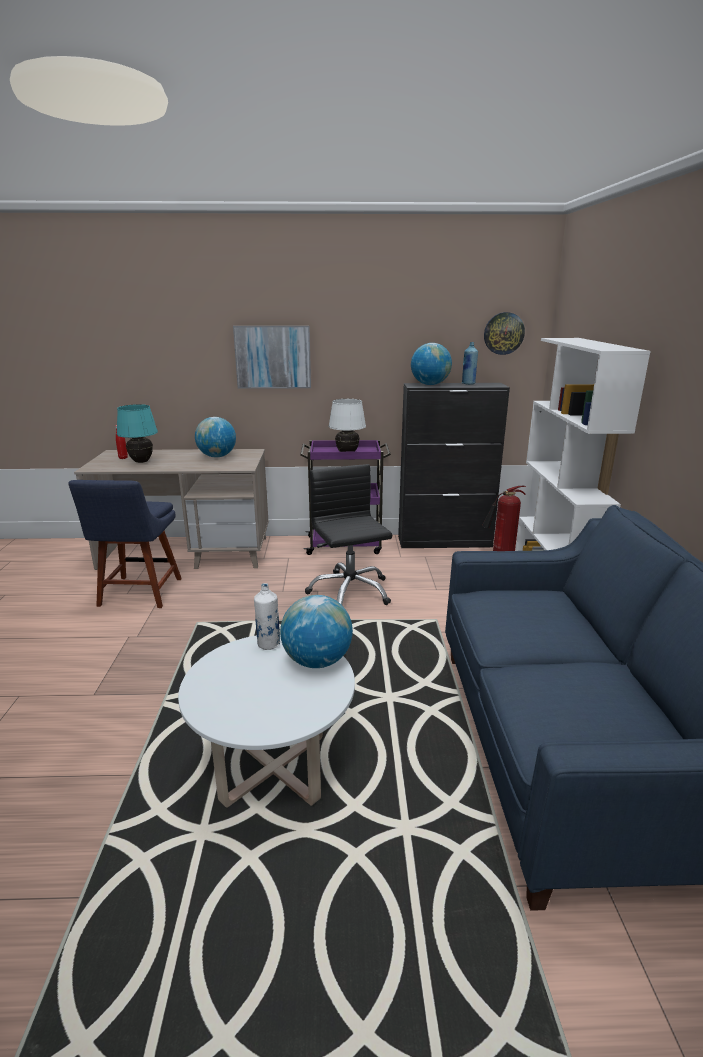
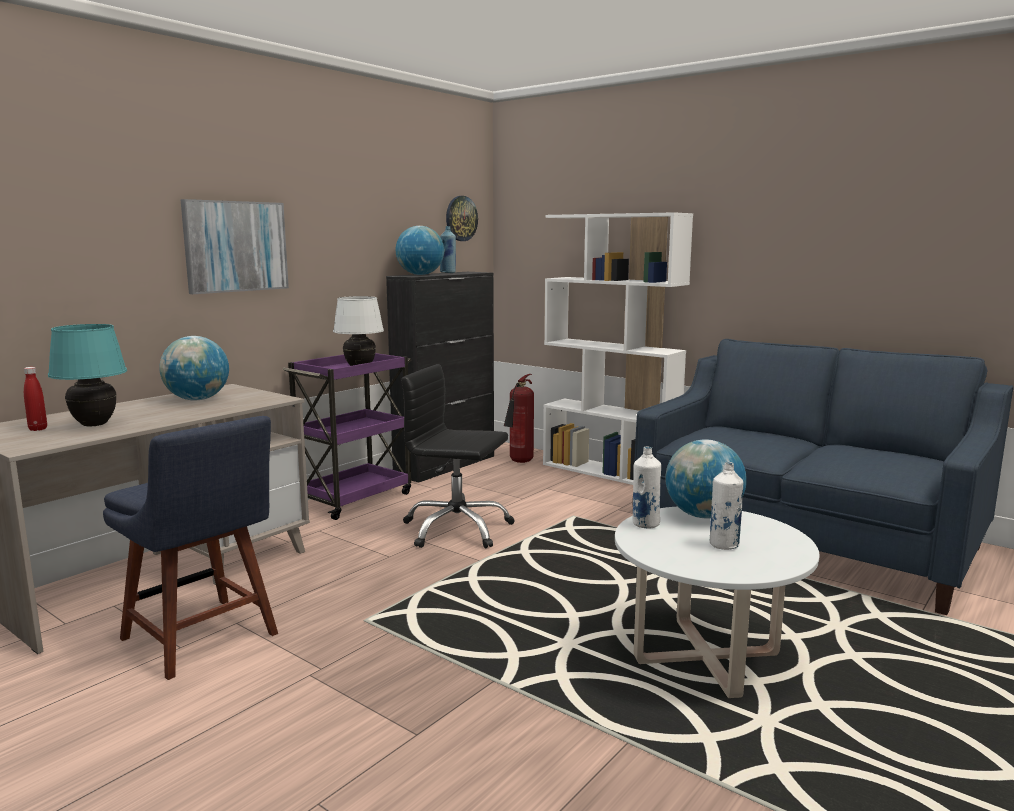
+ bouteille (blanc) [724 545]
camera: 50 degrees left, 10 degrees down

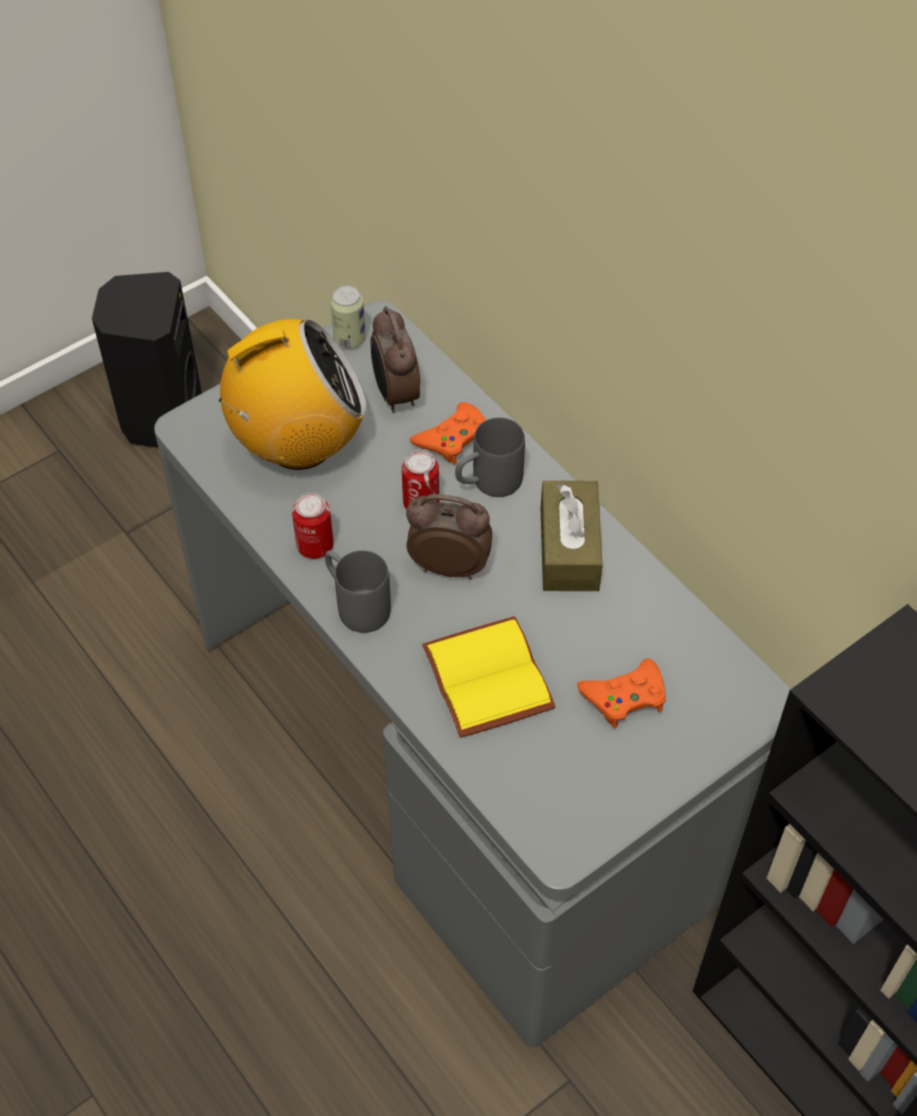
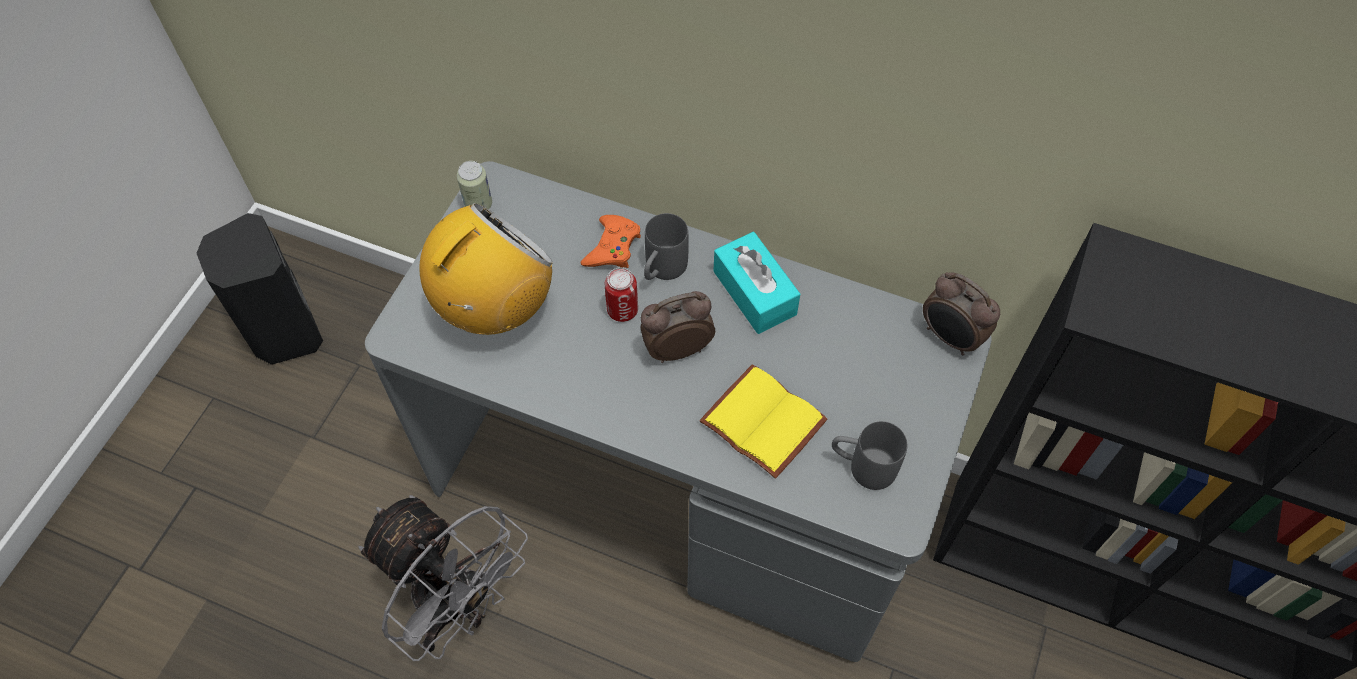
- boîte métallique [315 546]
- manette (orange) [625 697]
+ ventilateur (gris) [457 606]
~ mug (gris) [355 604] to [862 466]
~ réveil [395 394] to [950 338]
~ boîte à mouchoirs (marron) [569 549] to boîte à mouchoirs (turquoise) [754 292]
camera: 30 degrees left, 5 degrees up

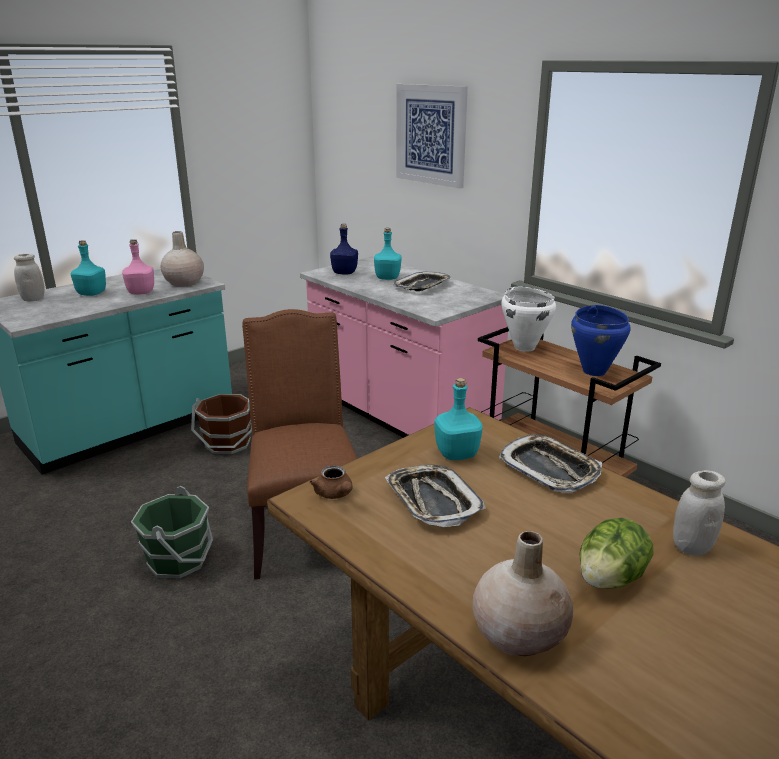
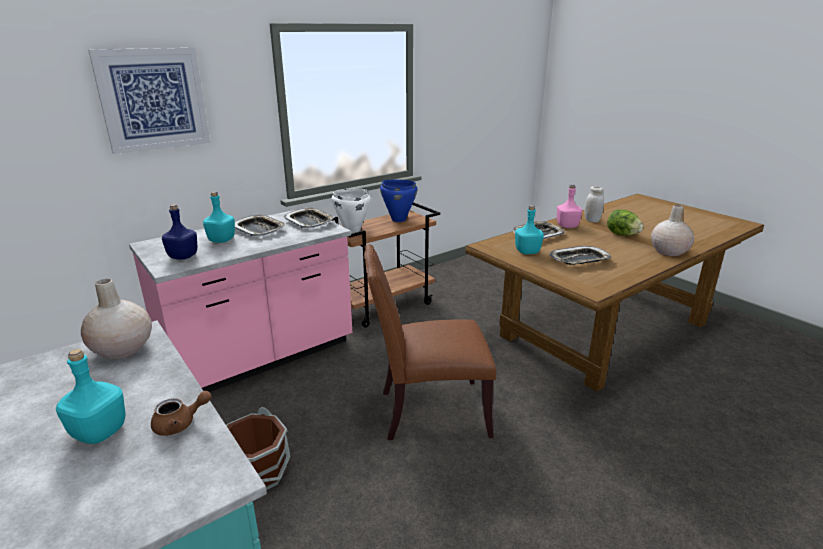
- bocal (blanc) [33 299]
- seau (vert) [179 559]
+ plateau [309 222]
~ bouteille (rose) [142 292] to [567 226]
~ théière (marron) [335 494] to [180 424]
camera: 85 degrees left, 0 degrees up

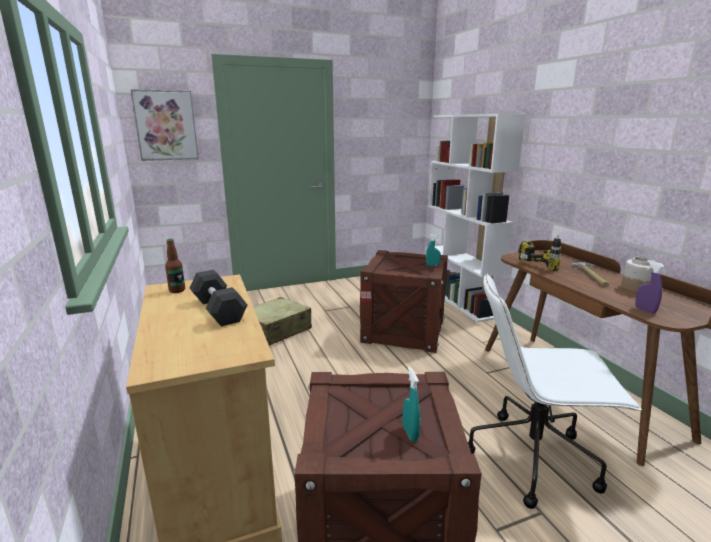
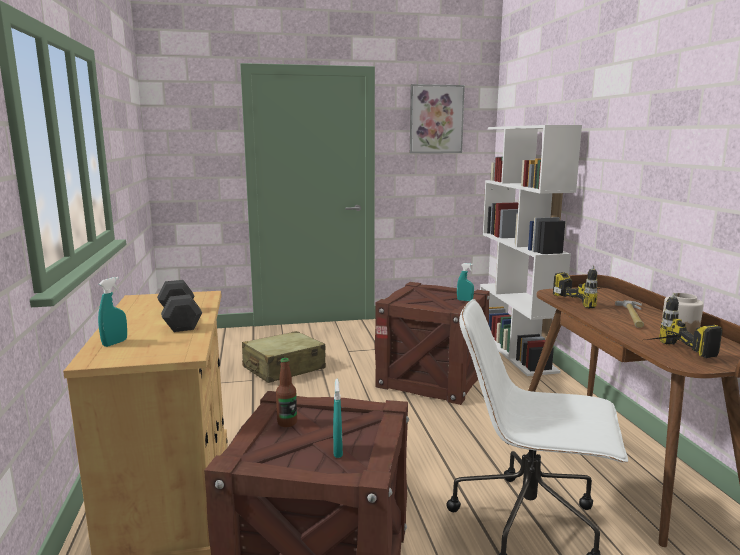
+ vaporisateur (turquoise) [115 343]
~ tableau [166 125] to [436 119]
~ bouteille [177 290] to [287 423]
~ vaporisateur (violet) [645 310] to perceuse [667 353]
camera: 10 degrees right, 5 degrees down

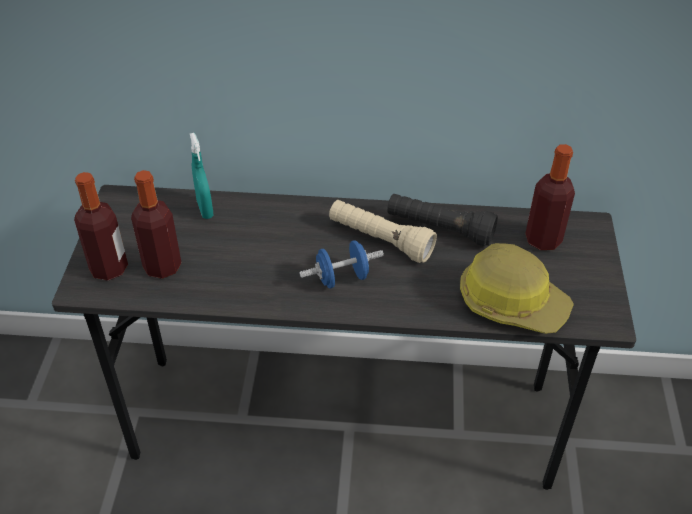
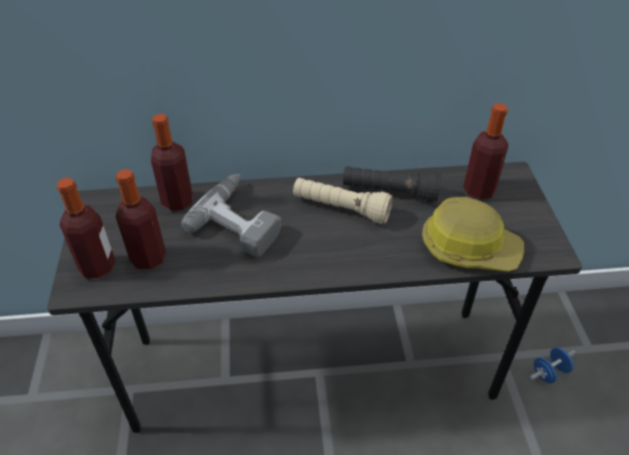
+ perceuse [242 220]
~ haltère (bleu) [342 278] to [549 372]
~ vaporisateur (turquoise) [205 209] to bouteille [177 201]
camera: 10 degrees left, 0 degrees up

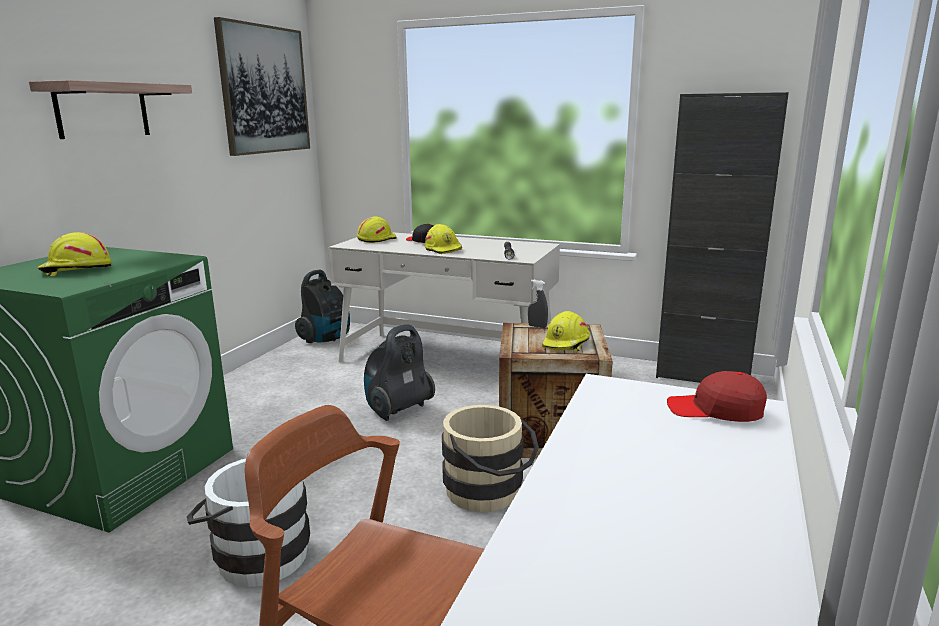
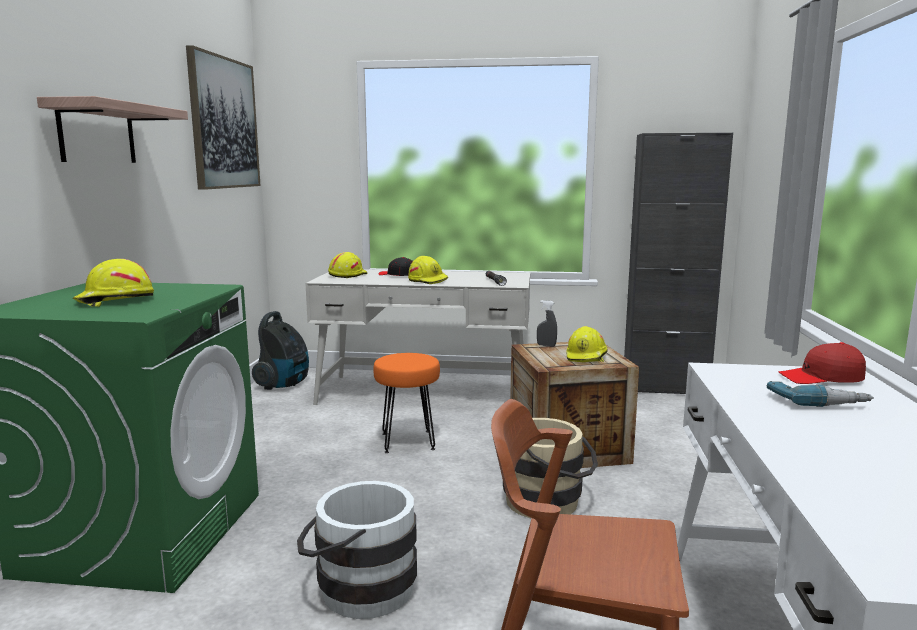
+ perceuse [816 401]
~ aspirateur [397 409] to tabouret (orange) [407 441]
camera: 15 degrees left, 5 degrees down

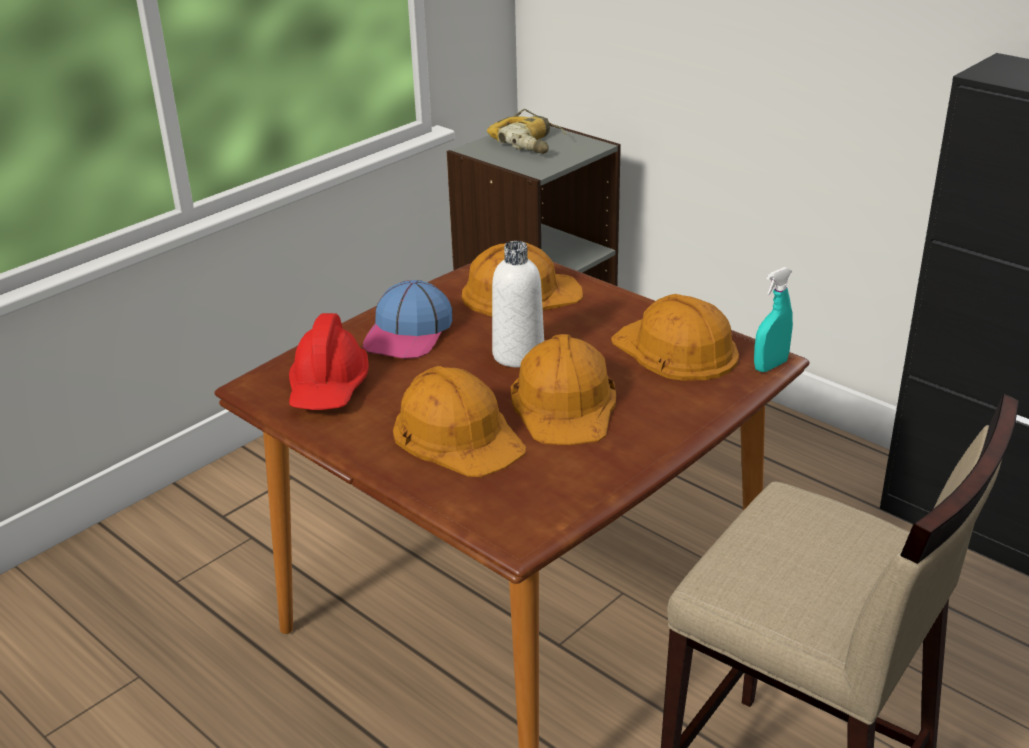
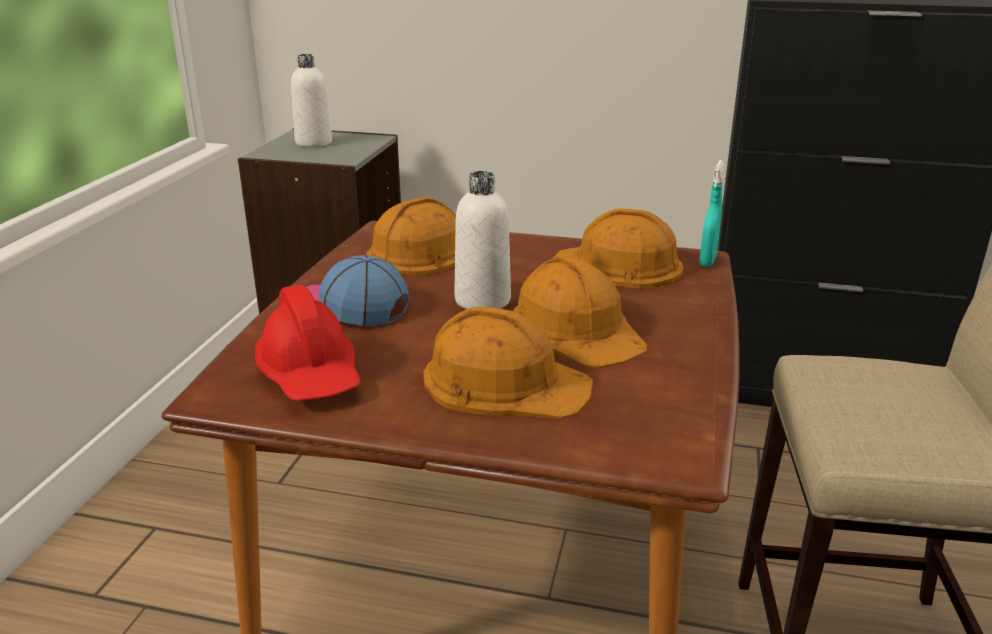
~ perceuse [530 142] to bouteille (blanc) [314 142]
~ casquette [408 334] = [349 307] 120 degrees clockwise
camera: 30 degrees left, 5 degrees down

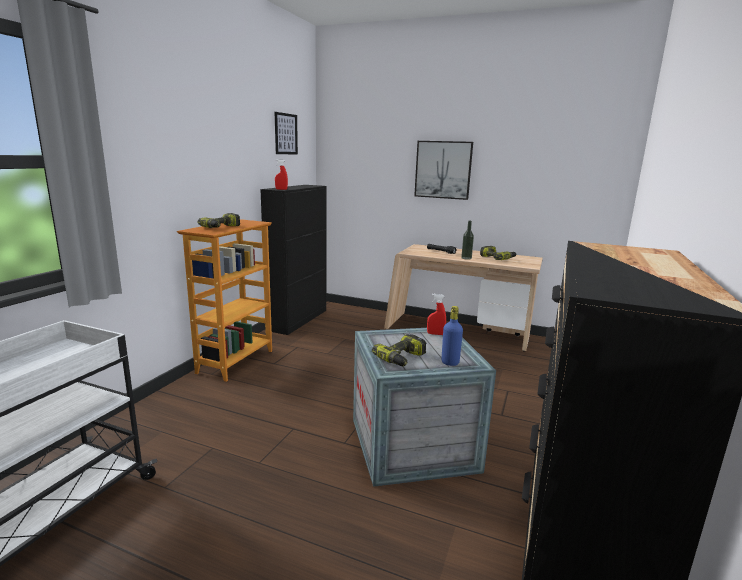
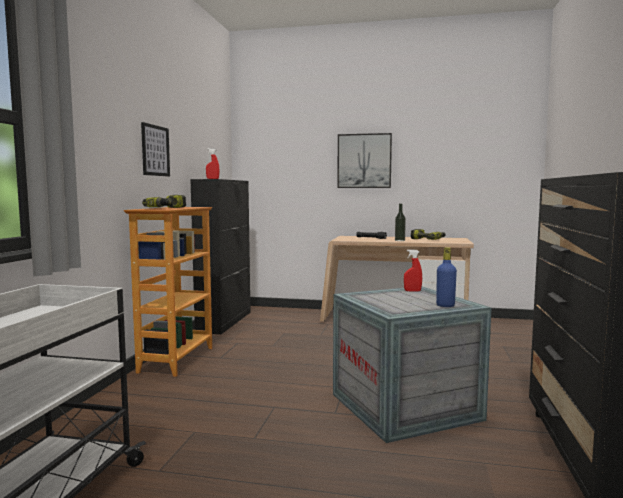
- perceuse [402 359]
~ tableau [286 134] to [155 150]
camera: 10 degrees left, 10 degrees down

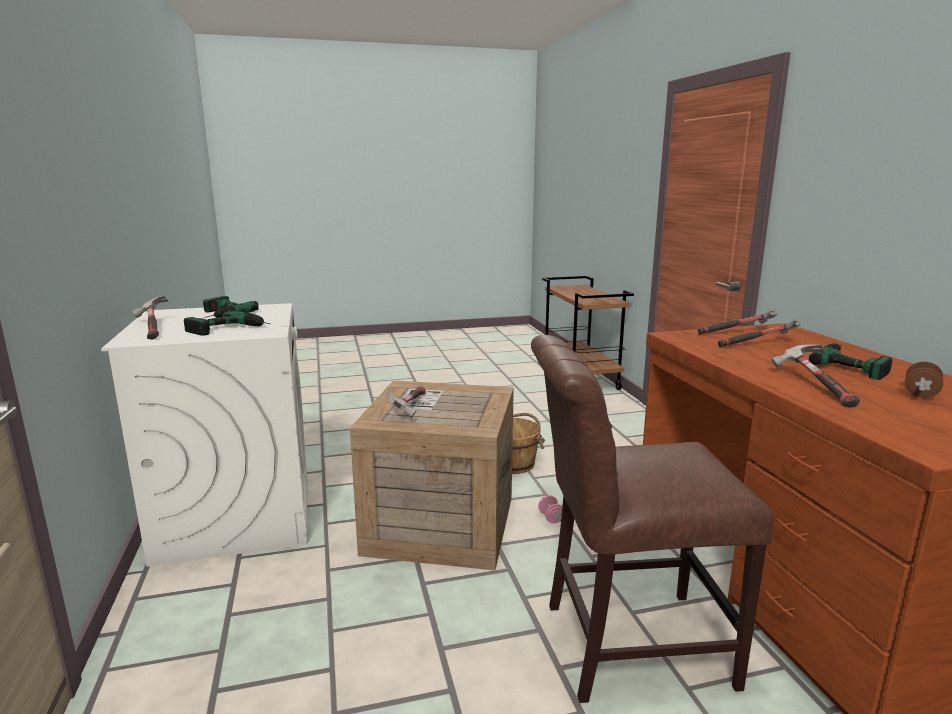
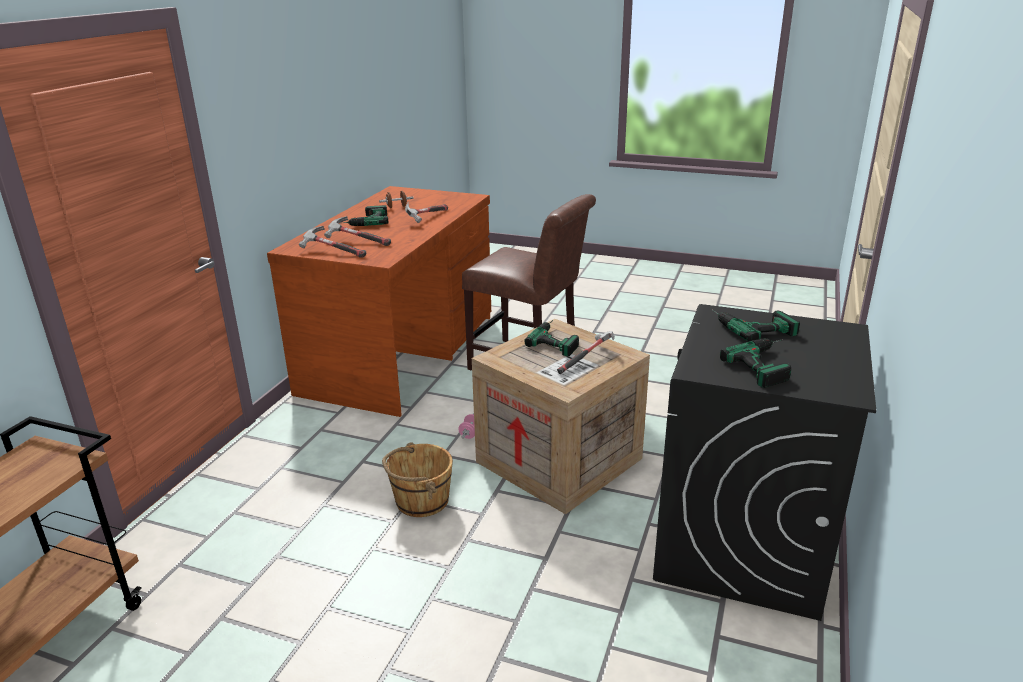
- marteau [153 328]
+ perceuse [557 340]
~ lave-linge (blanc) [237 513] to lave-linge (noir) [742 545]
camera: 145 degrees left, 10 degrees up

